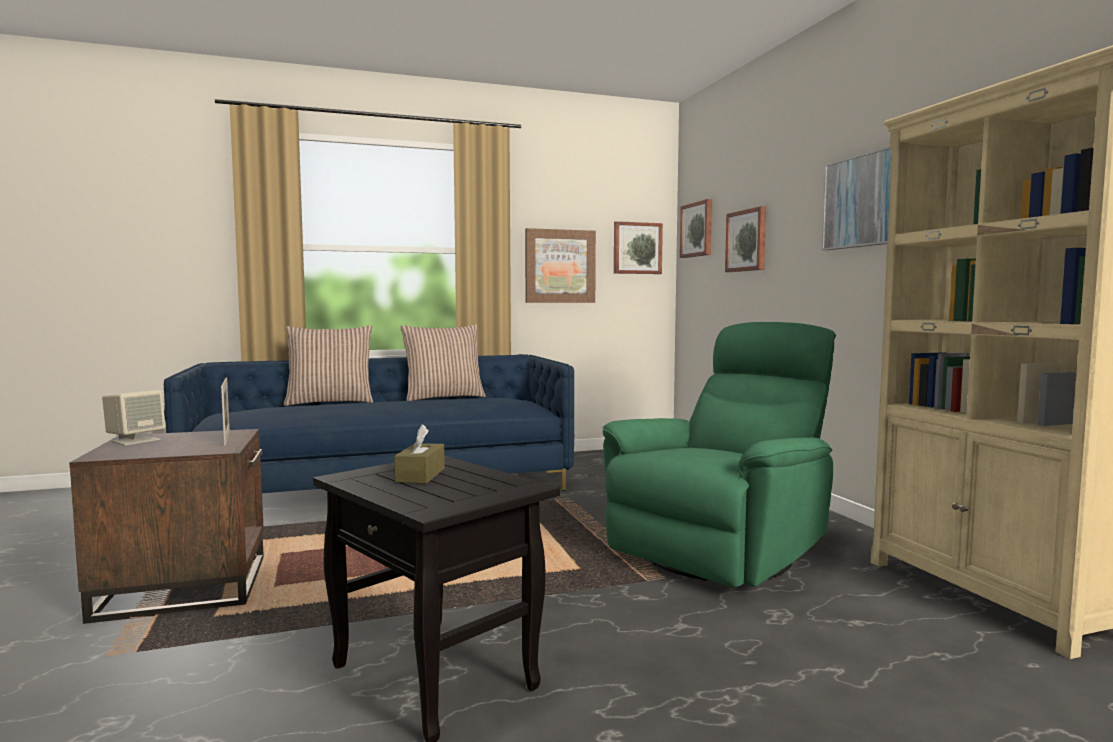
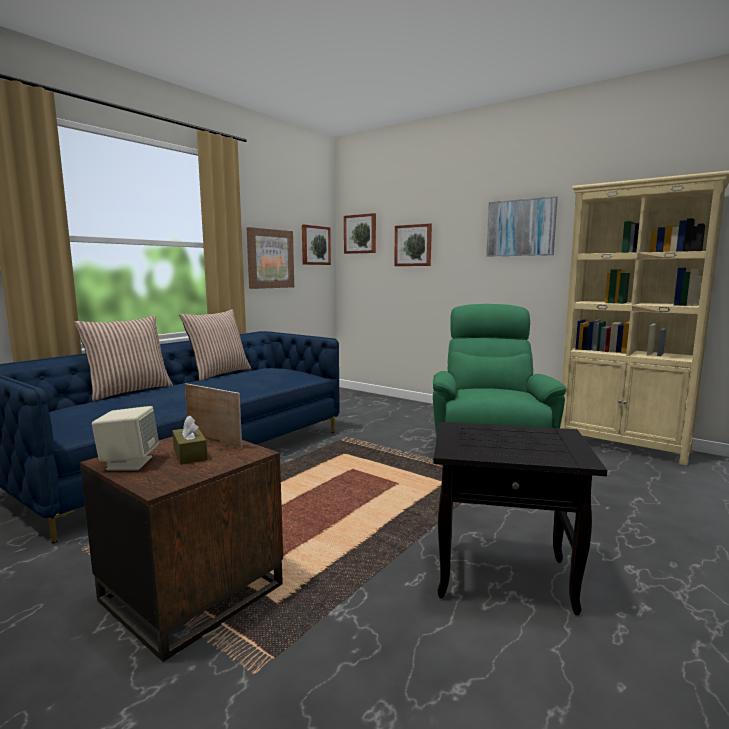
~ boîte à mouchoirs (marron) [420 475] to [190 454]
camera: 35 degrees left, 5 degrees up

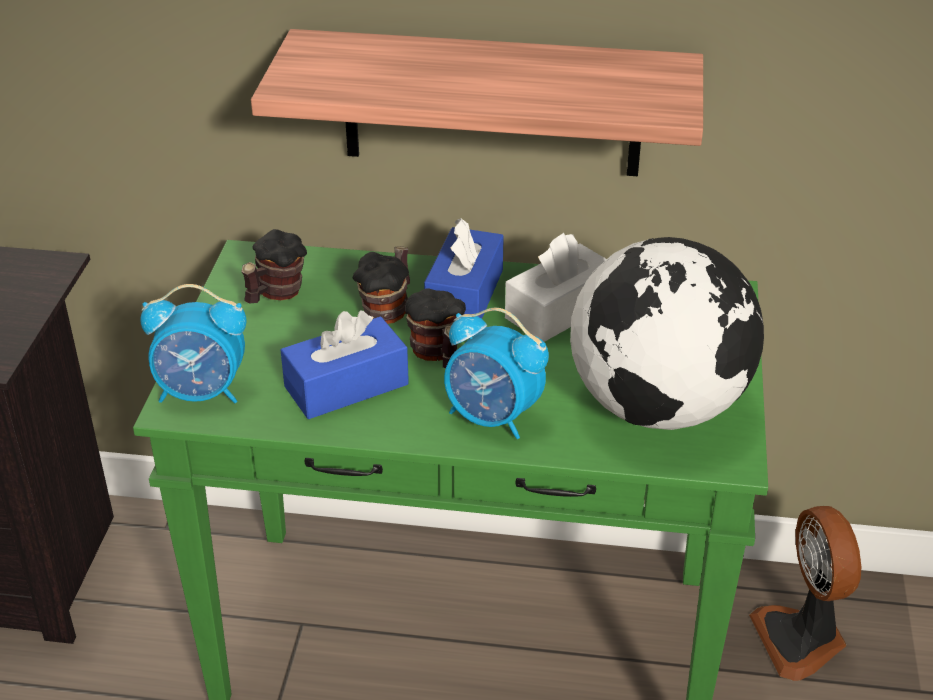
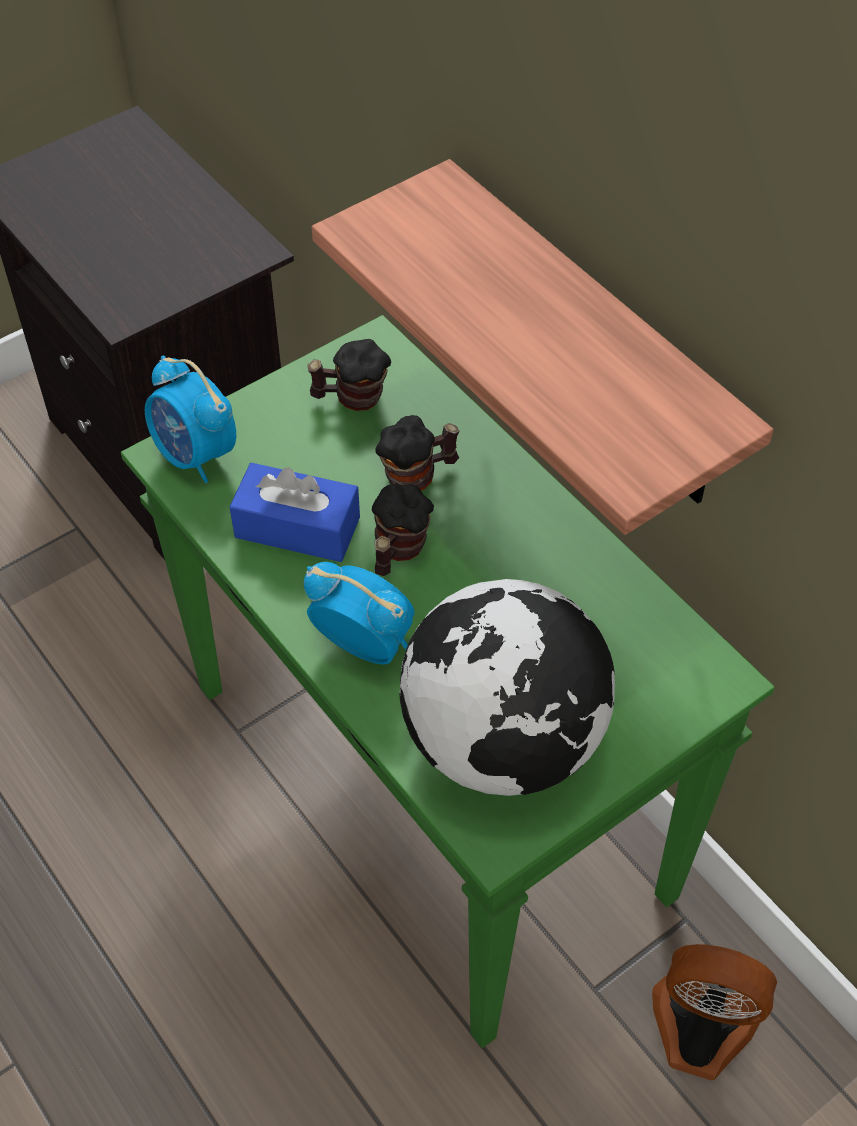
- boîte à mouchoirs (bleu) [464 294]
- boîte à mouchoirs (blanc) [560 310]
~ réveil [493 418] = [364 644] 135 degrees clockwise
~ ventilateur [801 639] = [699 1032] 75 degrees clockwise
camera: 45 degrees right, 15 degrees up

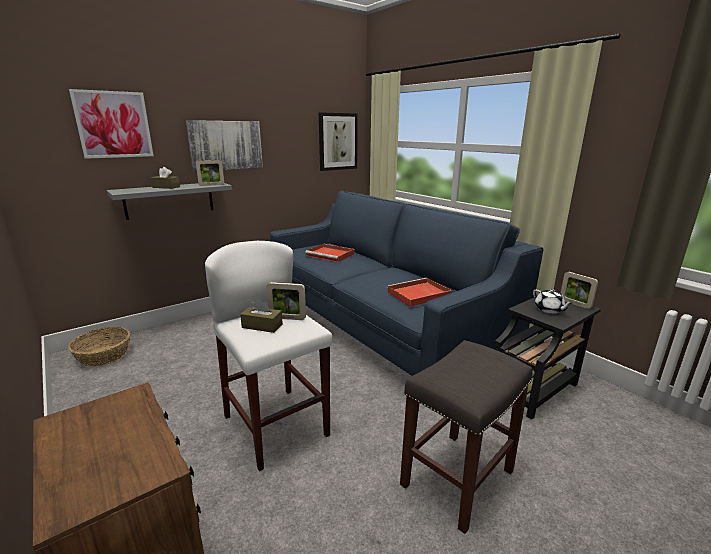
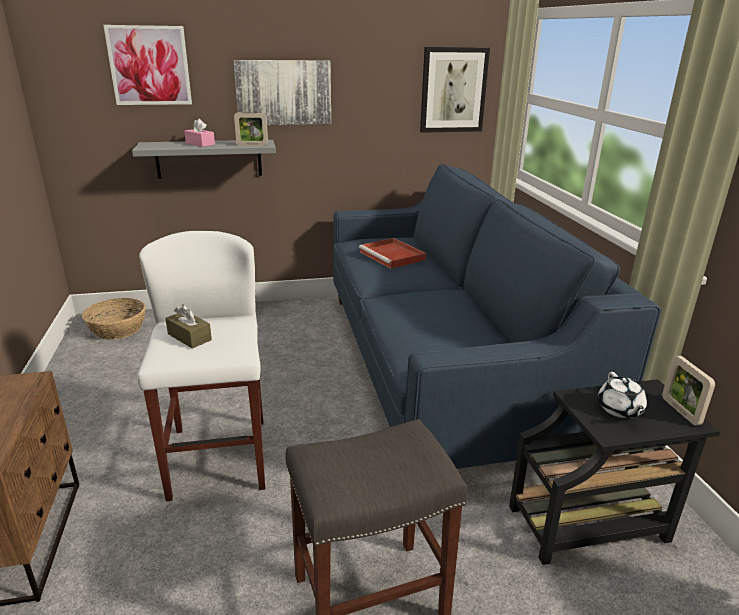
- cadre photo [287 318]
- plateau (rouge) [418 294]
~ boîte à mouchoirs (marron) [166 187] to boîte à mouchoirs (rose) [200 144]
camera: 25 degrees right, 5 degrees up

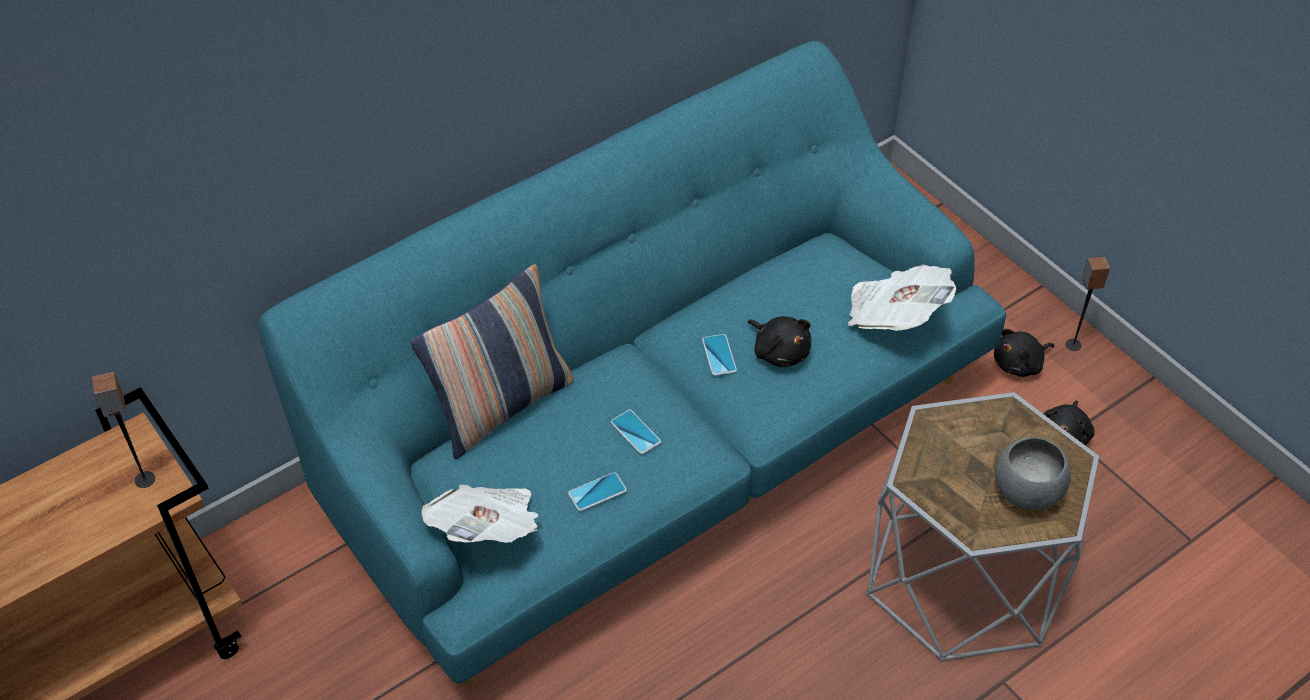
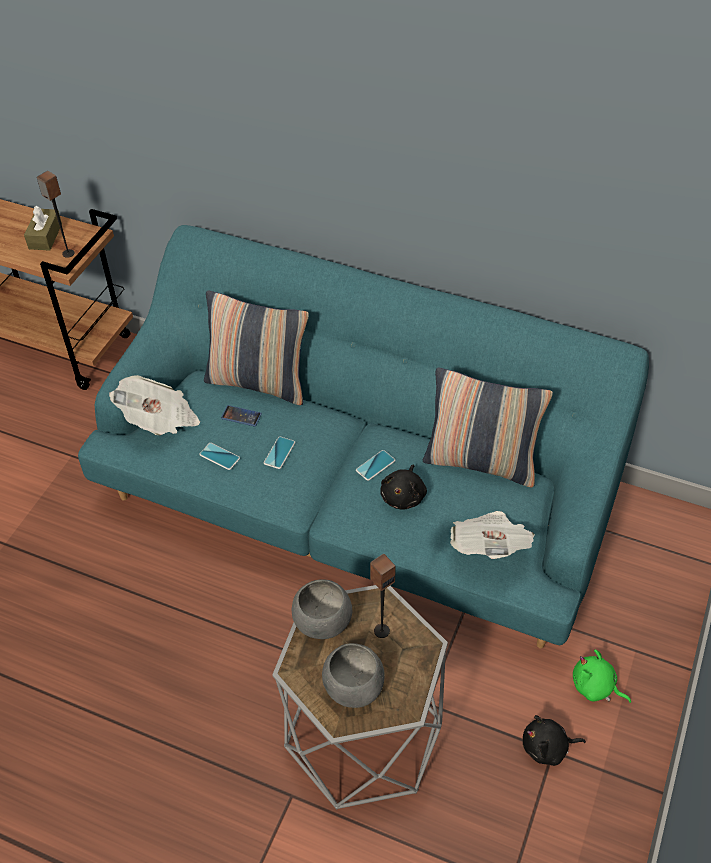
+ boîte à mouchoirs (marron) [45 236]
+ téléphone [241 416]
+ bol (gris) [322 622]
+ coussin [481 462]
~ enceinte [1073 345] to [381 630]
~ peluche (noir) [1019 364] to peluche (vert) [595 687]
camera: 60 degrees right, 0 degrees up

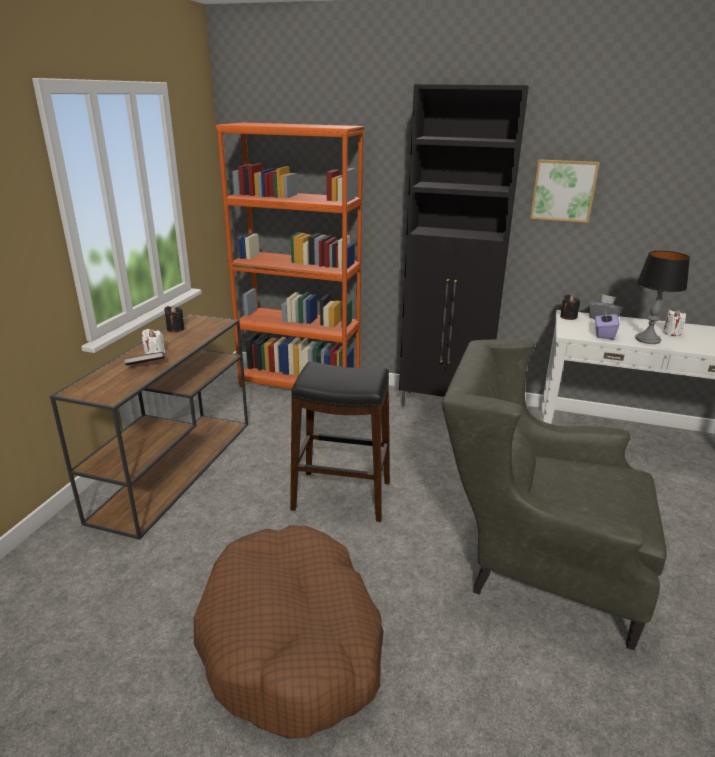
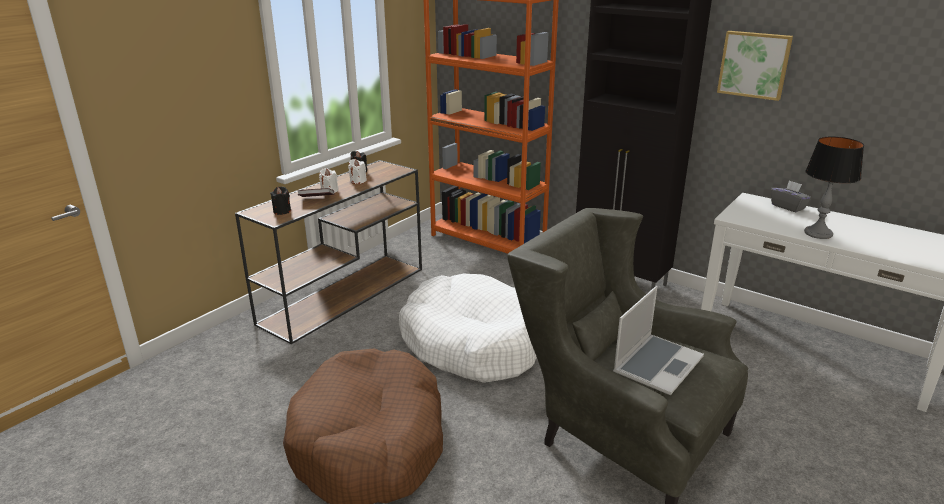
- boîte à mouchoirs (violet) [603 334]
+ ordinateur portable [657 364]
~ bougie (noir) [568 317] to [282 211]
~ bougie (blanc) [671 333] to [358 181]
~ tabouret (noir) [342 495] to panier pour chien (blanc) [472 342]
camera: 20 degrees right, 0 degrees up

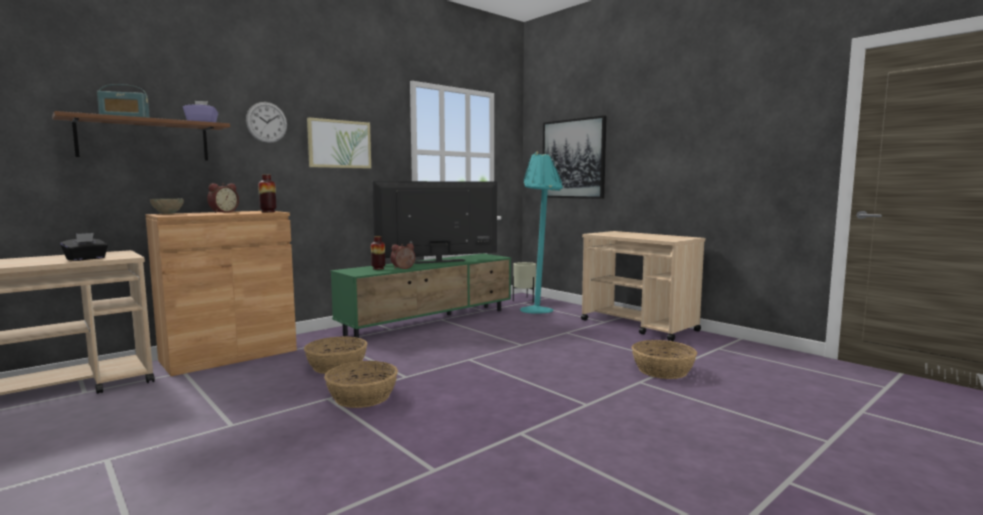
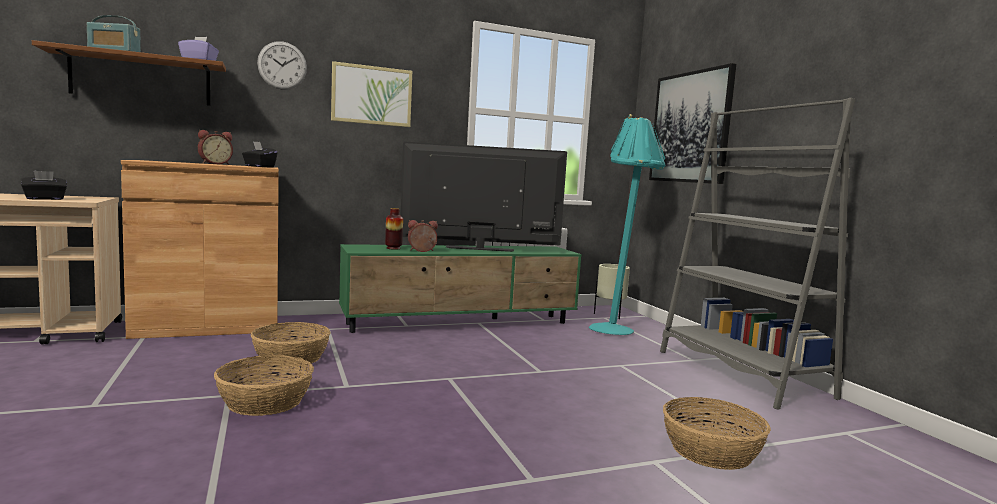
- bol (beige) [168 213]
~ vase [268 212] to boîte à mouchoirs (noir) [259 166]
~ chariot (beige) [639 325] to bibliothèque (gris) [741 374]
camera: 20 degrees right, 0 degrees up

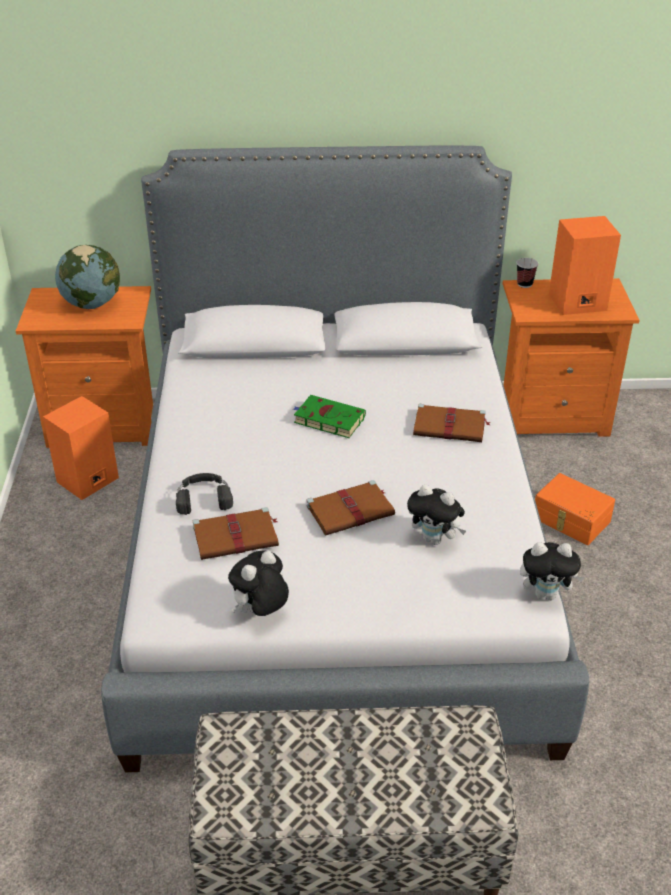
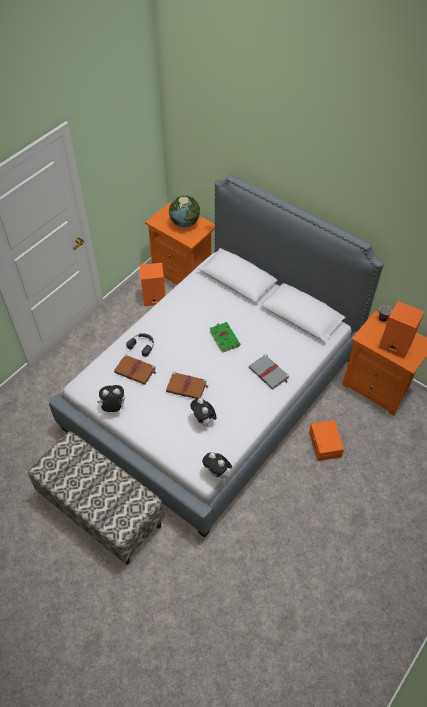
~ livre (marron) [450 426] to livre (gris) [269 373]
camera: 40 degrees right, 15 degrees up

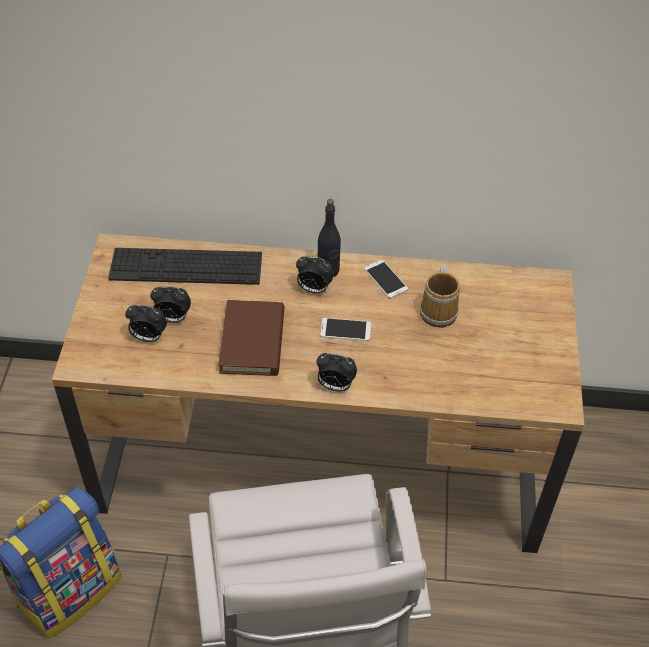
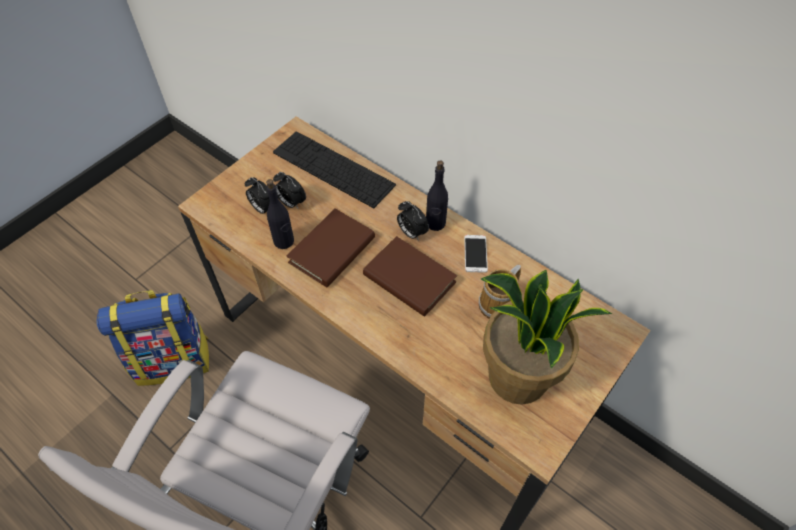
- réveil [335 386]
+ bouteille (noir) [284 241]
+ plante en pot [517 378]
~ téléphone [345 330] to livre (marron) [409 279]
camera: 35 degrees right, 5 degrees up

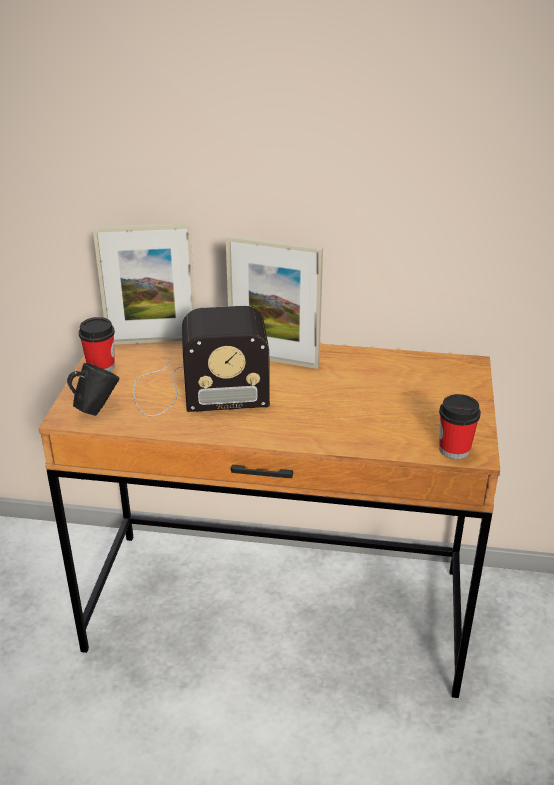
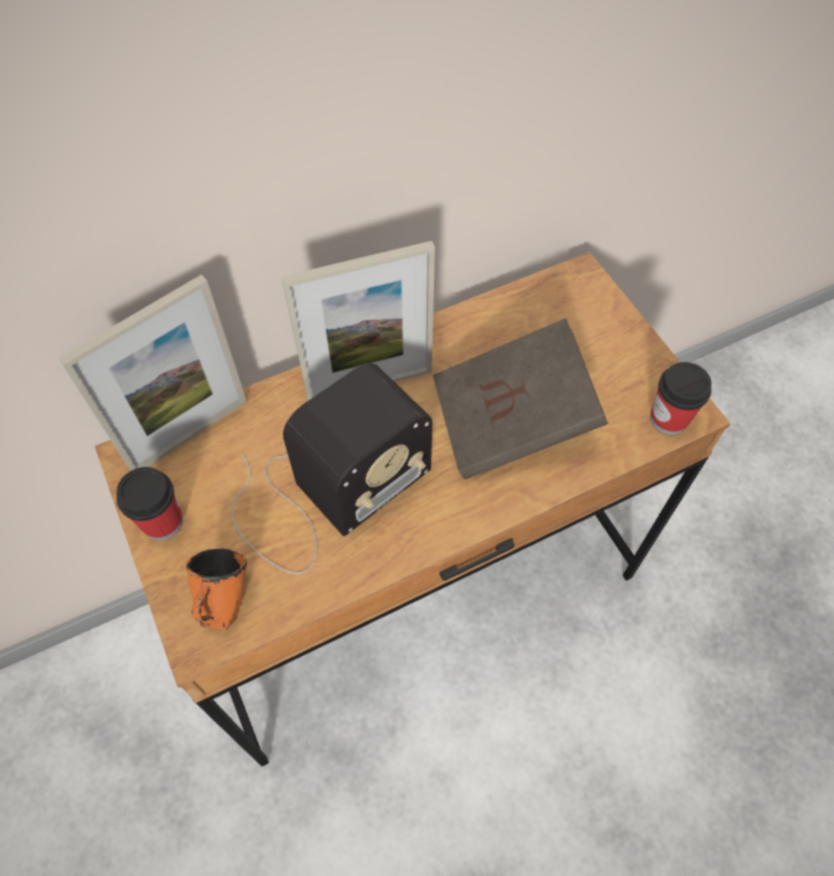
+ livre (marron) [512 421]
~ mug (noir) [96 409] to mug (orange) [224 602]
camera: 35 degrees left, 25 degrees up

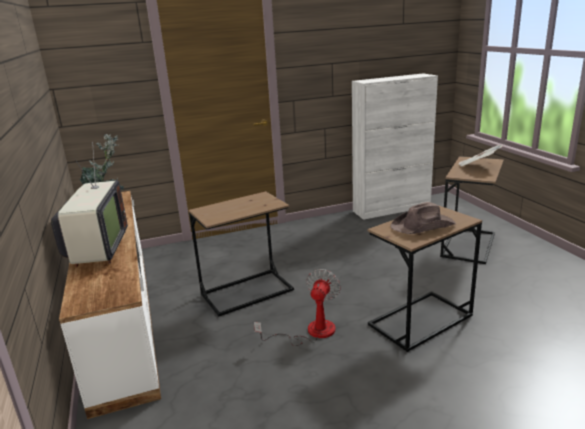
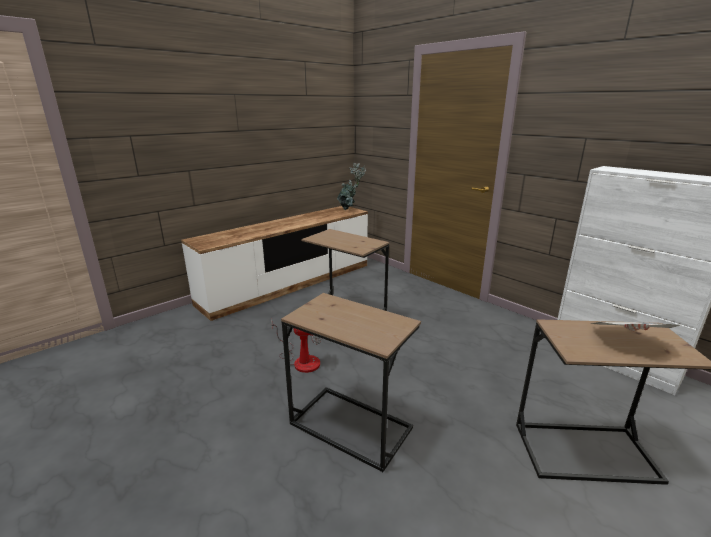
- téléviseur [97 249]
- chapeau (marron) [423 226]
camera: 65 degrees right, 0 degrees up

